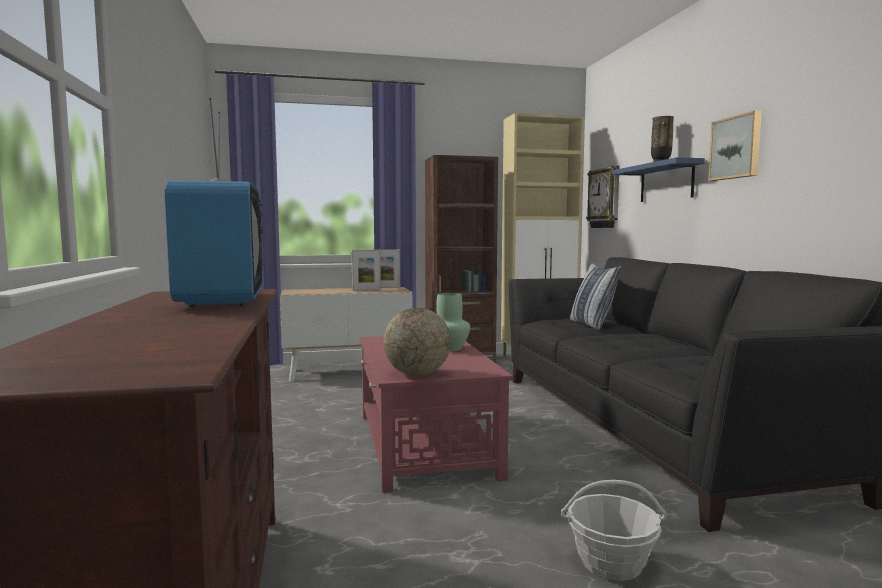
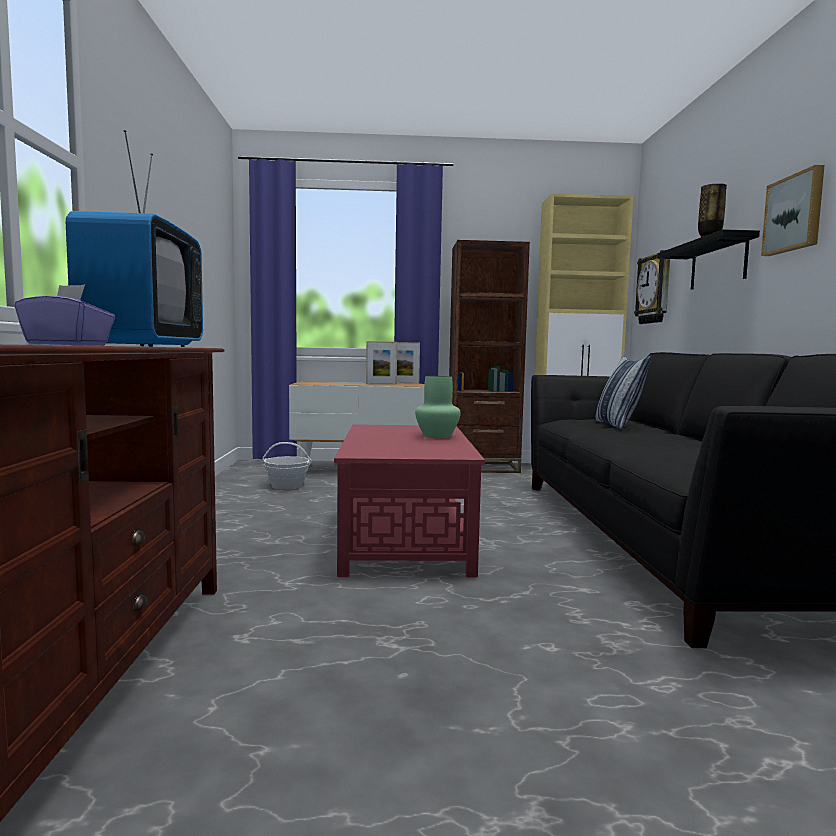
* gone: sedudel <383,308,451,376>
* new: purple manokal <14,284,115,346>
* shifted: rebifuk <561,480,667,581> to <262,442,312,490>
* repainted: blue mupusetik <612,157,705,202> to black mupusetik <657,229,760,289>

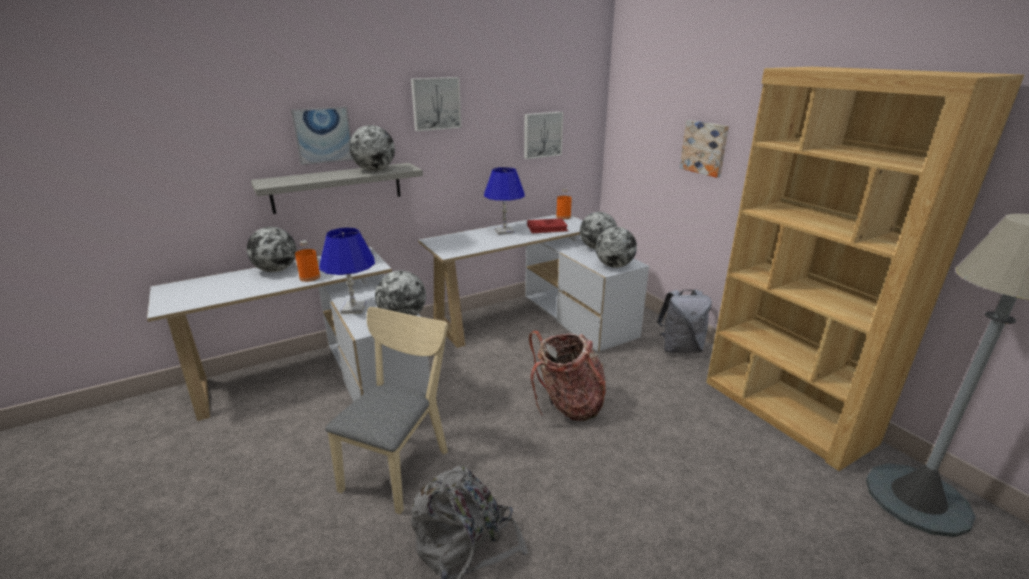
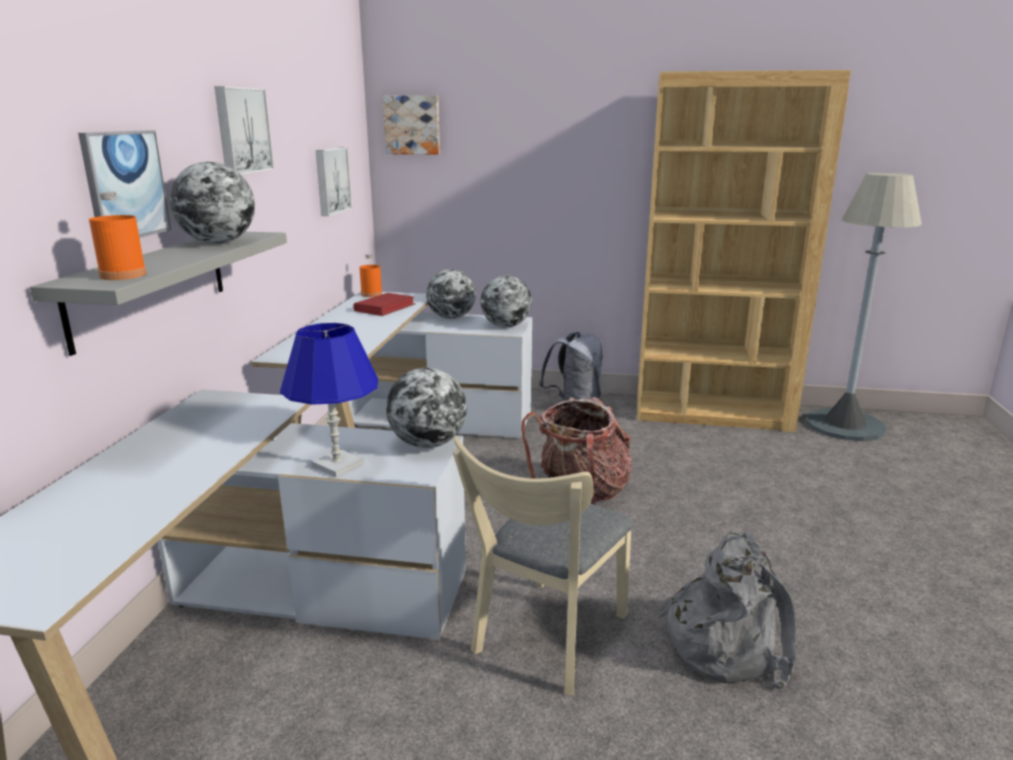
* gone: sedudel <247,227,296,272>
* gone: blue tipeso <484,167,525,235>
* shifted: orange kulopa <295,240,321,282> to <89,191,147,280>
* shifted: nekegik <680,120,729,178> to <383,95,440,155>
* rotated: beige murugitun <325,307,448,514> = <453,436,634,695> 120 degrees counterclockwise

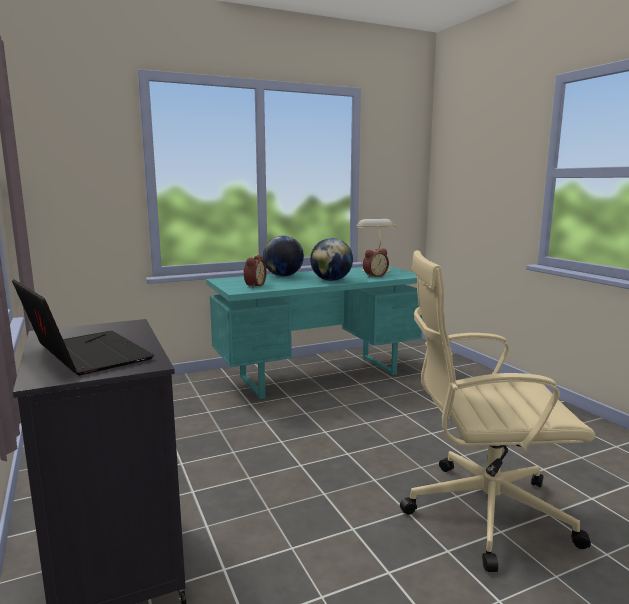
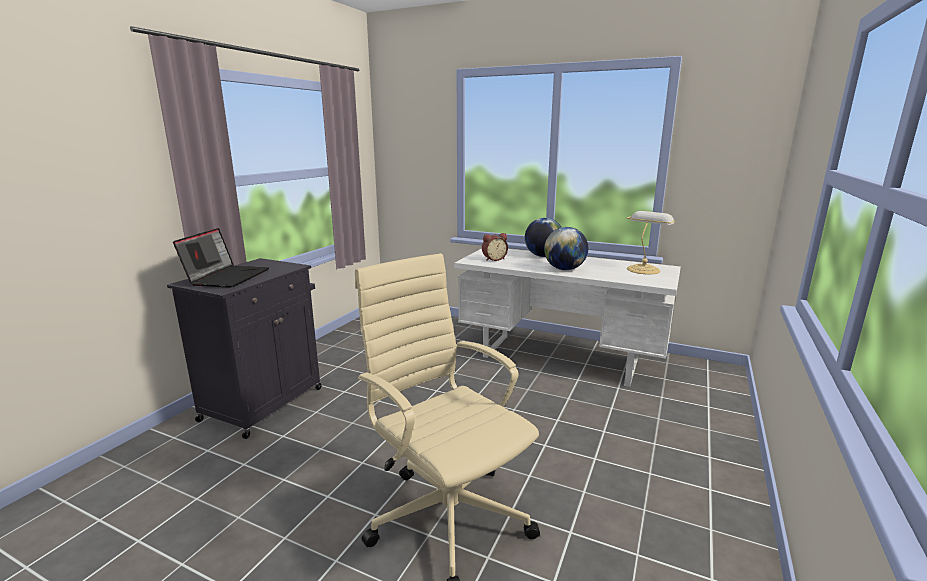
* gone: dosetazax <363,249,389,277>
* repainted: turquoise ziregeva <206,266,423,399> to white ziregeva <454,248,681,387>

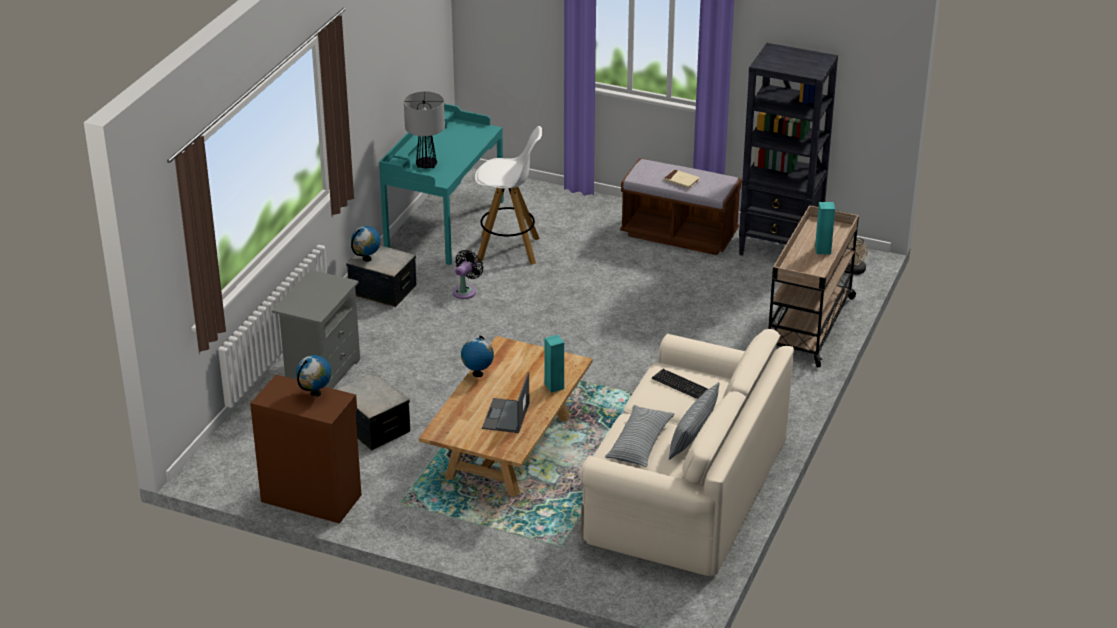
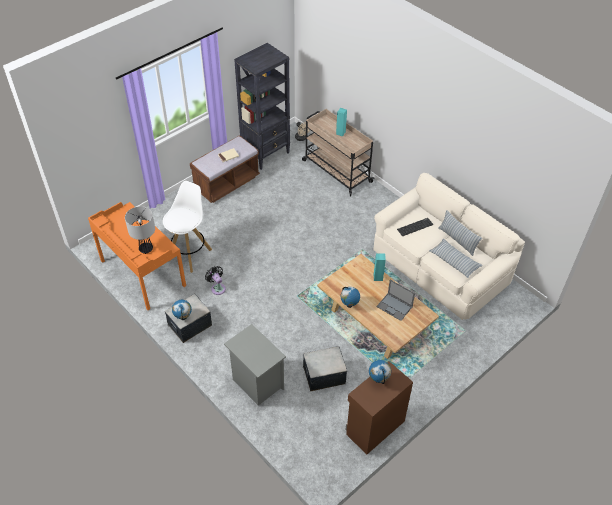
* repainted: turquoise ziregeva <379,103,504,265> to orange ziregeva <88,202,186,310>

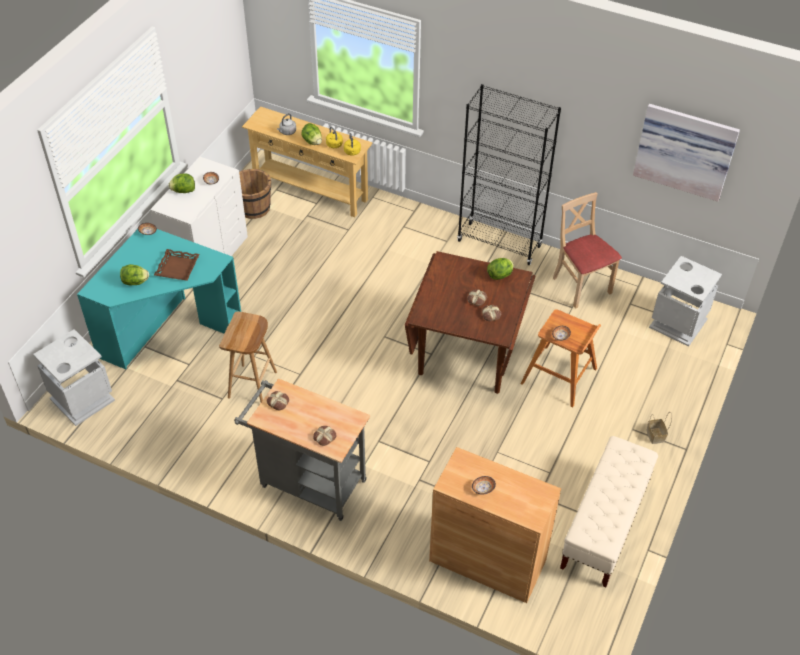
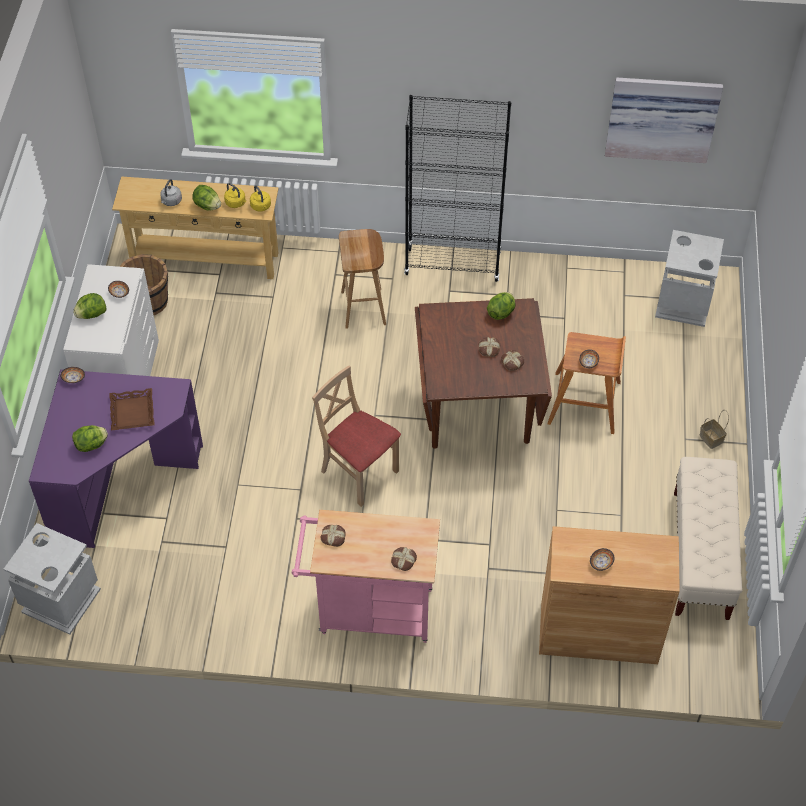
* shifted: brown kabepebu <219,311,277,402> to <339,229,386,329>
* shifted: beige murugitun <553,192,622,309> to <312,365,401,507>
* repainted: turquoise ziregeva <77,229,241,369> to purple ziregeva <29,369,203,548>
* repainted: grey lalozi <234,379,370,521> to pink lalozi <292,510,440,643>

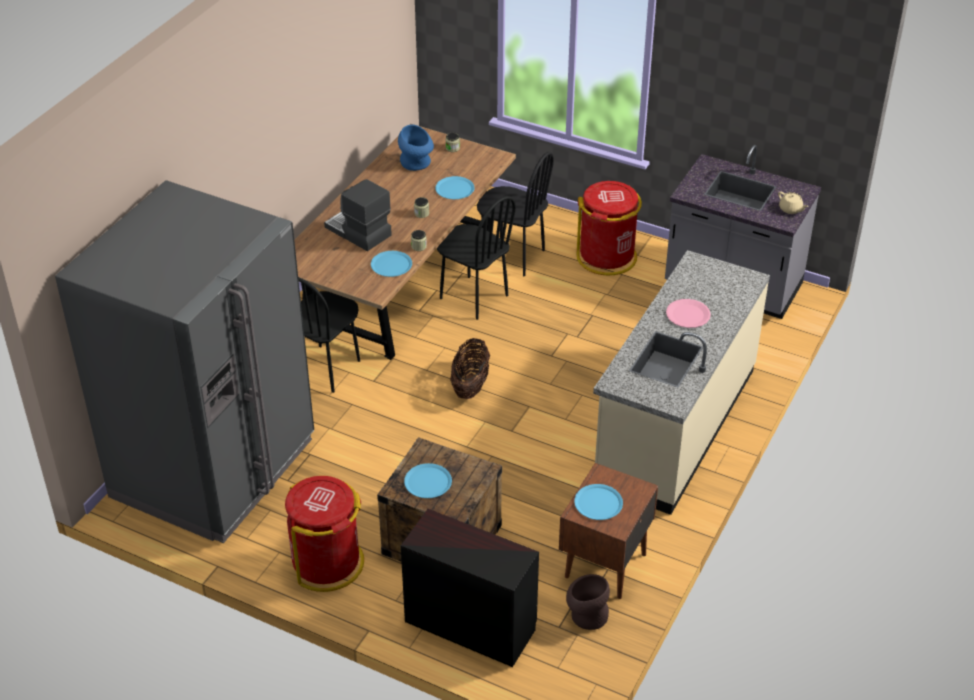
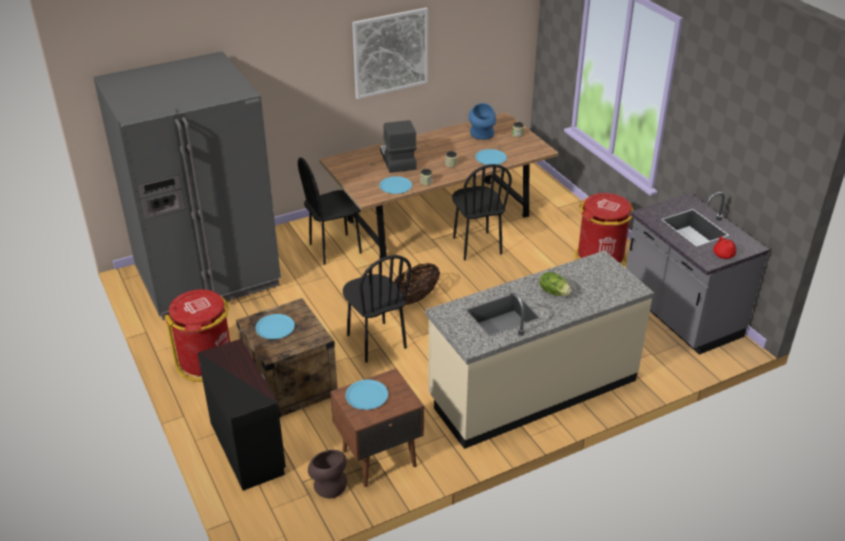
* new: nekegik <352,8,428,99>
* shifted: black murugitun <477,152,554,276> to <343,255,412,363>
* swapped: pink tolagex <666,299,711,328> to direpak <539,272,572,296>
* repainted: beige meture <778,191,808,214> to red meture <713,236,736,259>

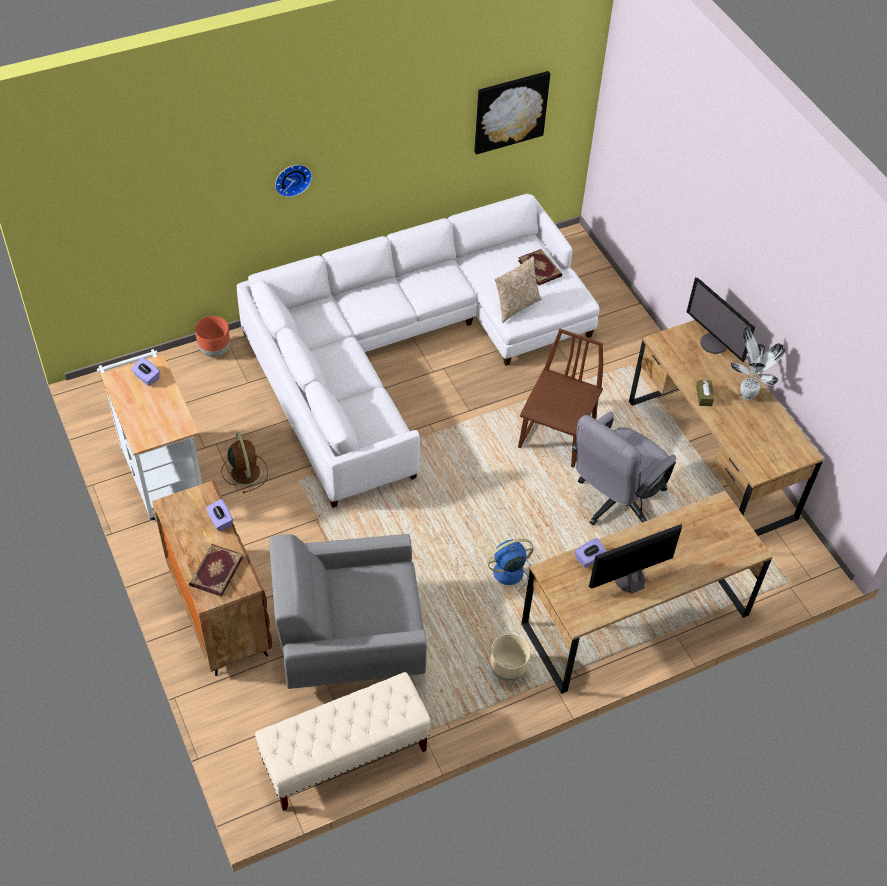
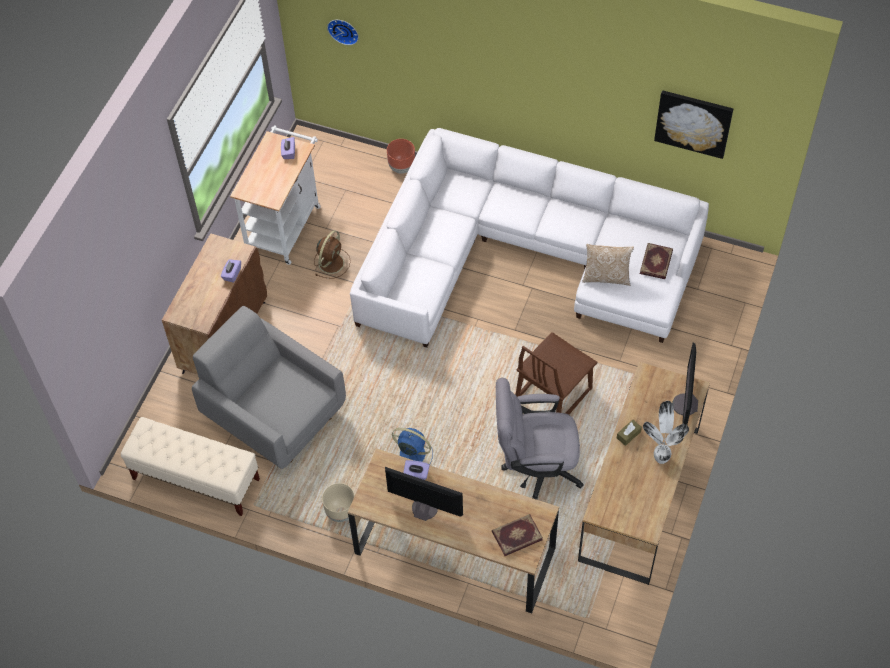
* shifted: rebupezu <189,544,243,597> to <492,514,543,556>
* shifted: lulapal <275,165,312,197> to <327,20,359,45>
* rotated: brown murugitun <518,329,603,468> = <516,332,597,415> 150 degrees clockwise

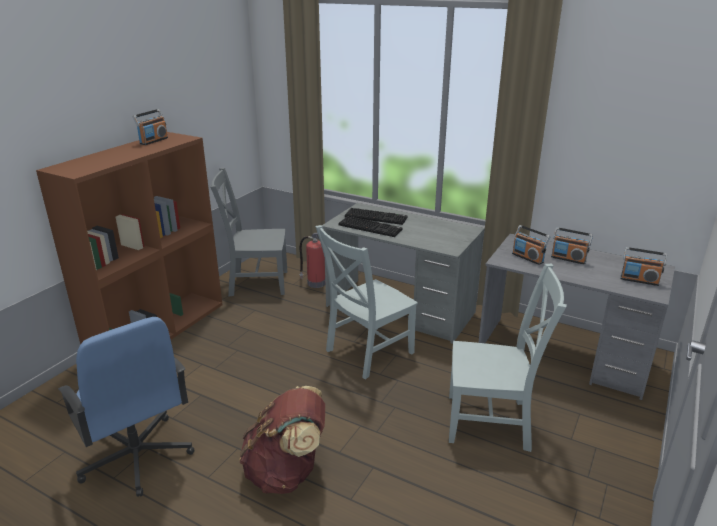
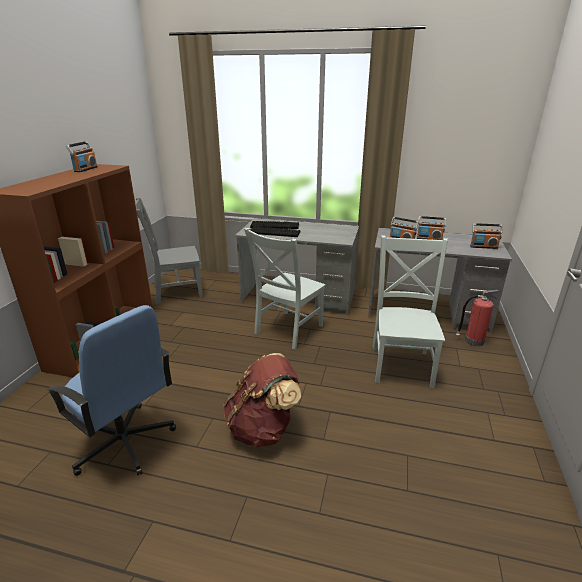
* shifted: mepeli <299,233,325,288> to <456,290,499,346>
* rotated: grey murugitun <449,263,567,452> = <372,235,448,388> 75 degrees counterclockwise

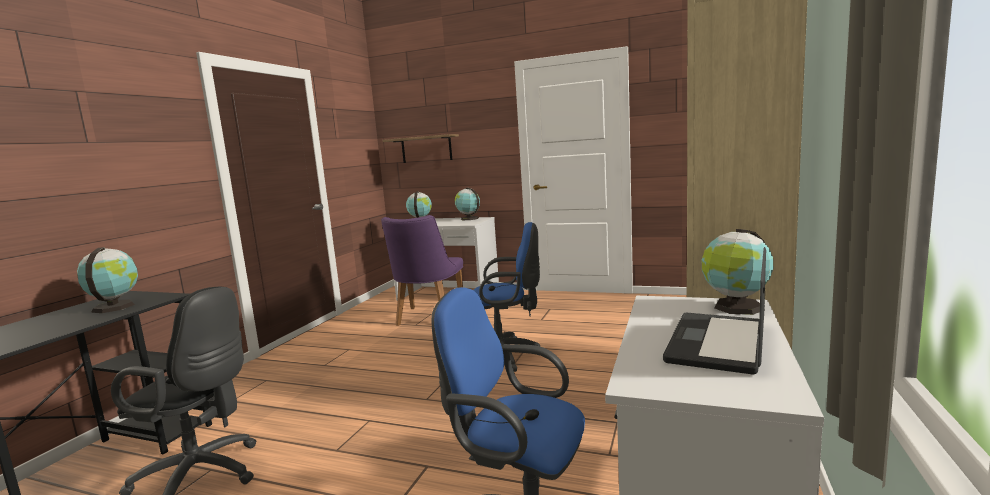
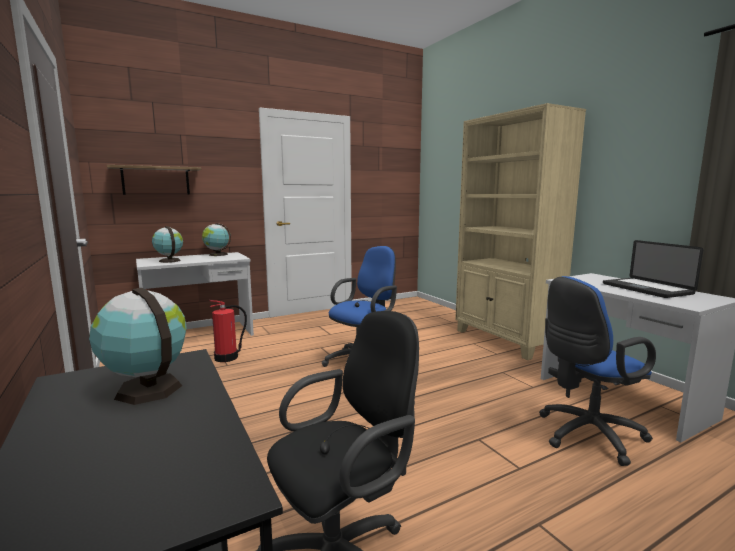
* gone: sedudel <701,229,773,315>
* swapped: purple murugitun <381,215,463,326> to mepeli <209,300,247,362>

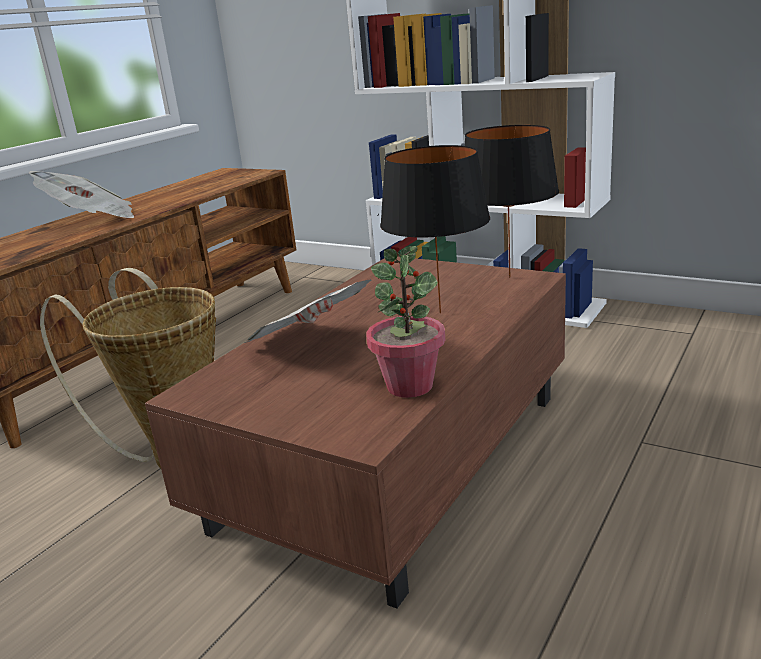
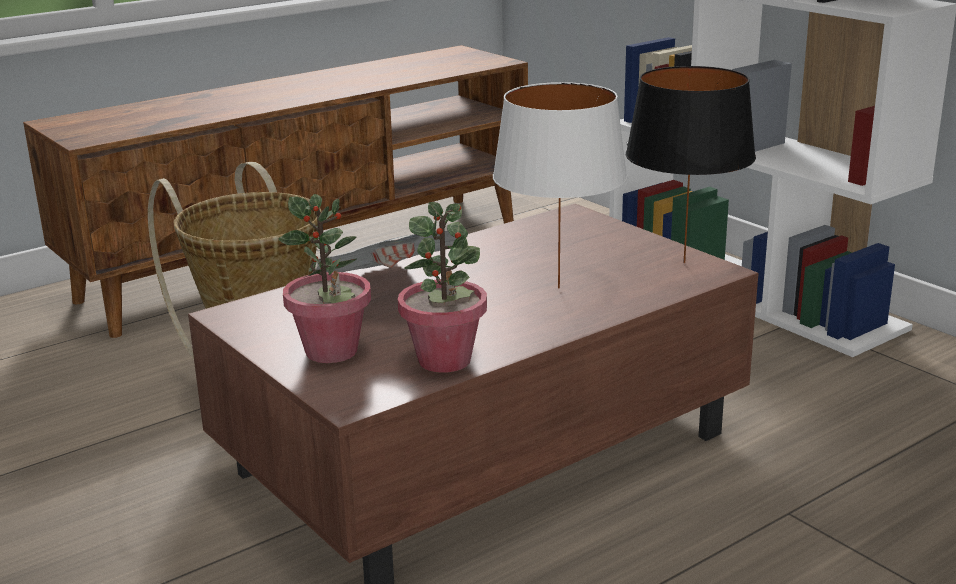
* gone: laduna <29,171,134,218>
* new: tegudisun <279,194,371,363>
* repainted: black tipeso <380,145,490,313> to white tipeso <493,82,628,289>

